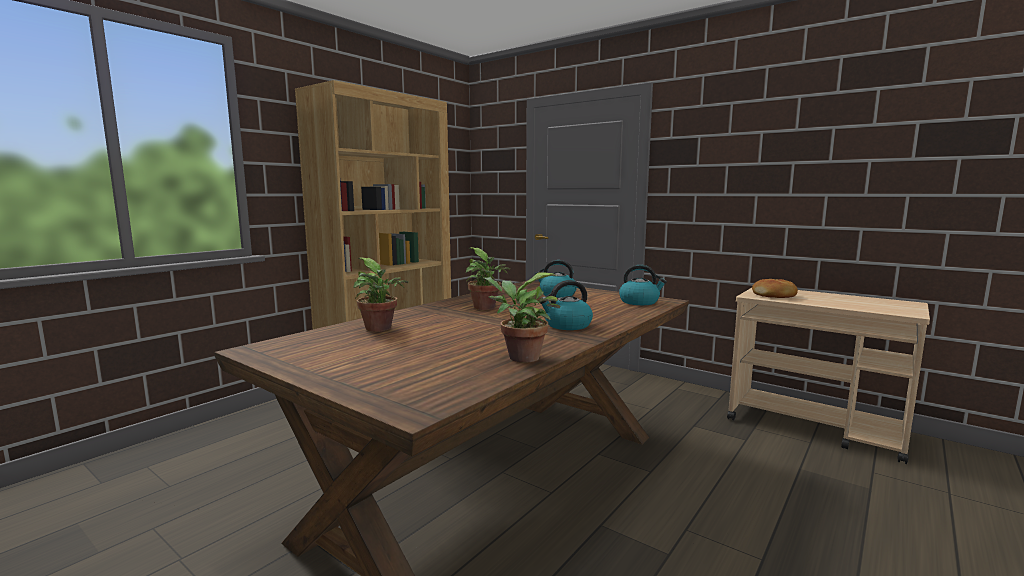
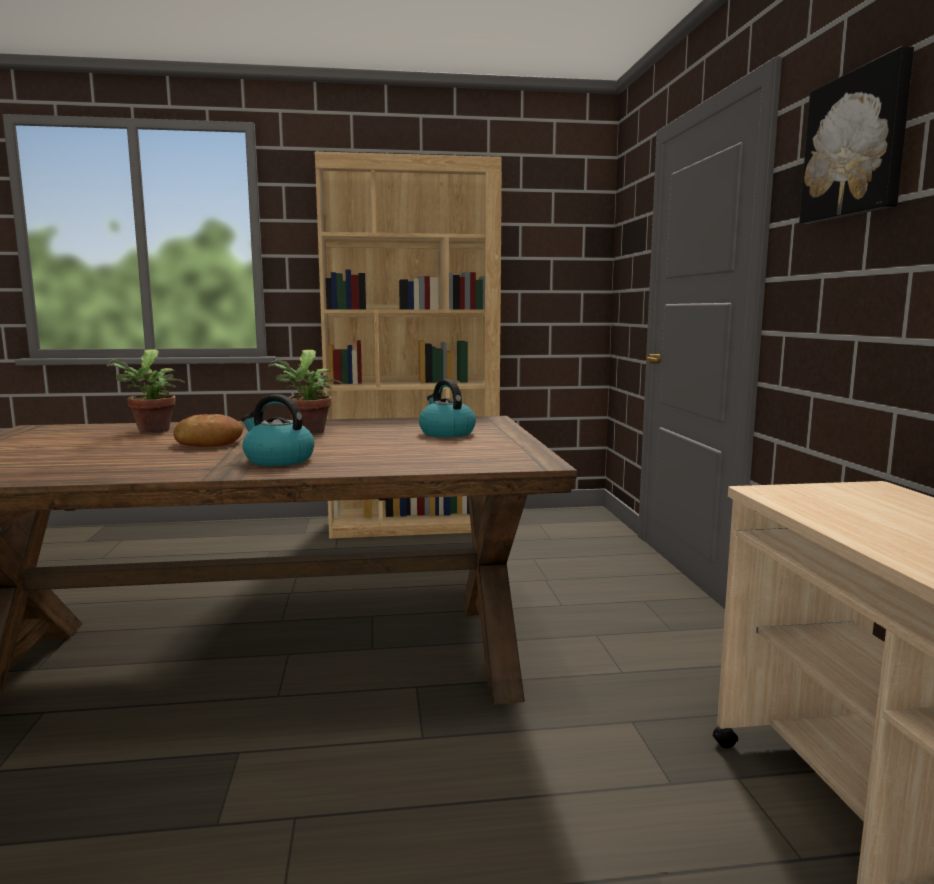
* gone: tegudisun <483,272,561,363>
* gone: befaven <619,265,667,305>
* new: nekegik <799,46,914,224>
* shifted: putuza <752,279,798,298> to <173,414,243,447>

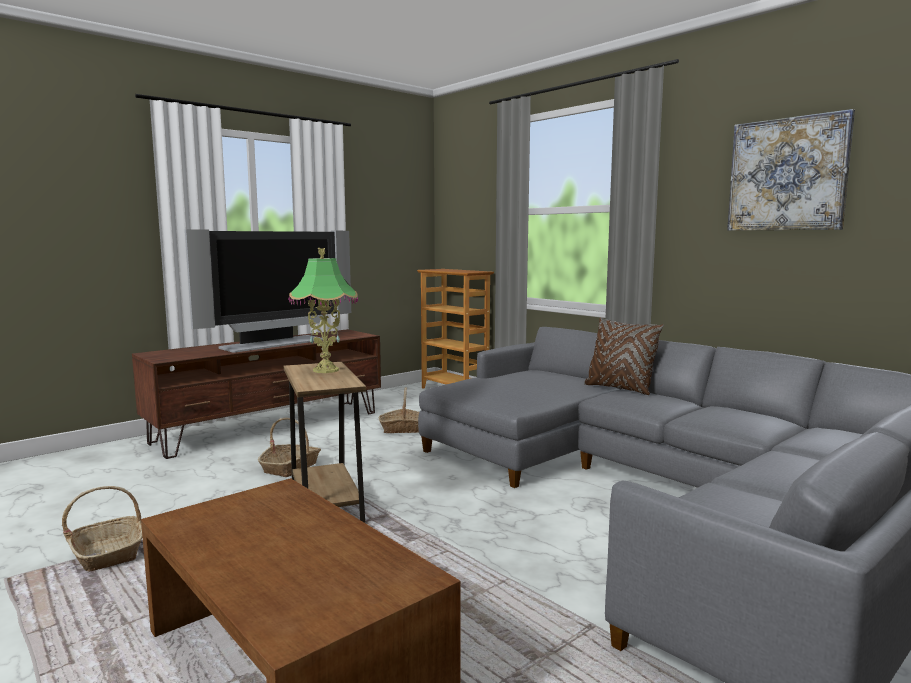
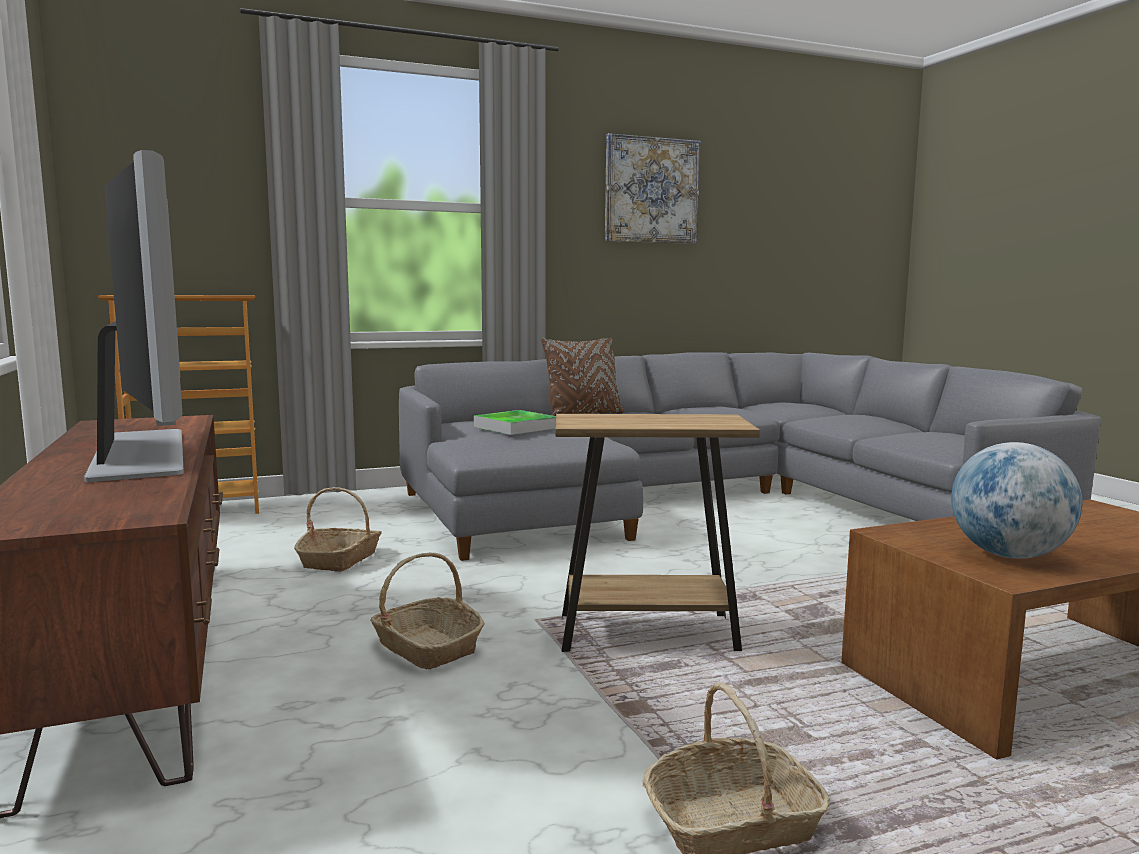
* gone: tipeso <288,248,358,373>
* new: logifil <474,410,556,435>
* new: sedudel <951,442,1082,559>

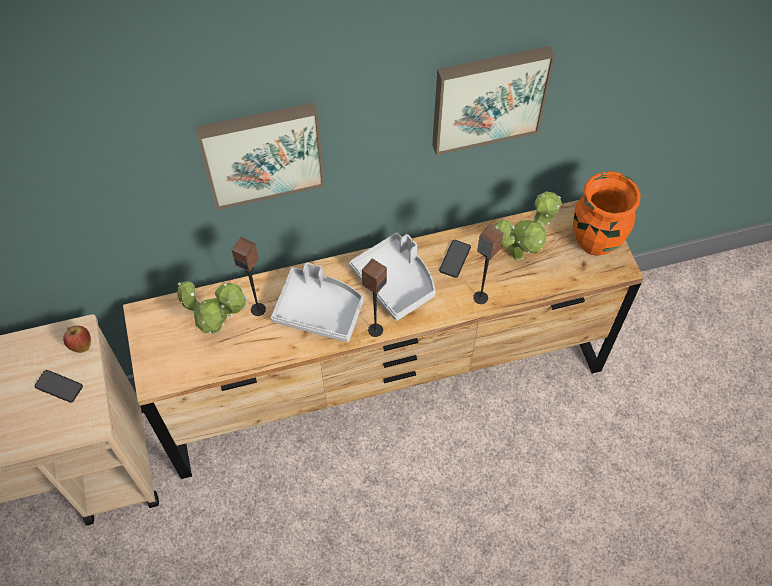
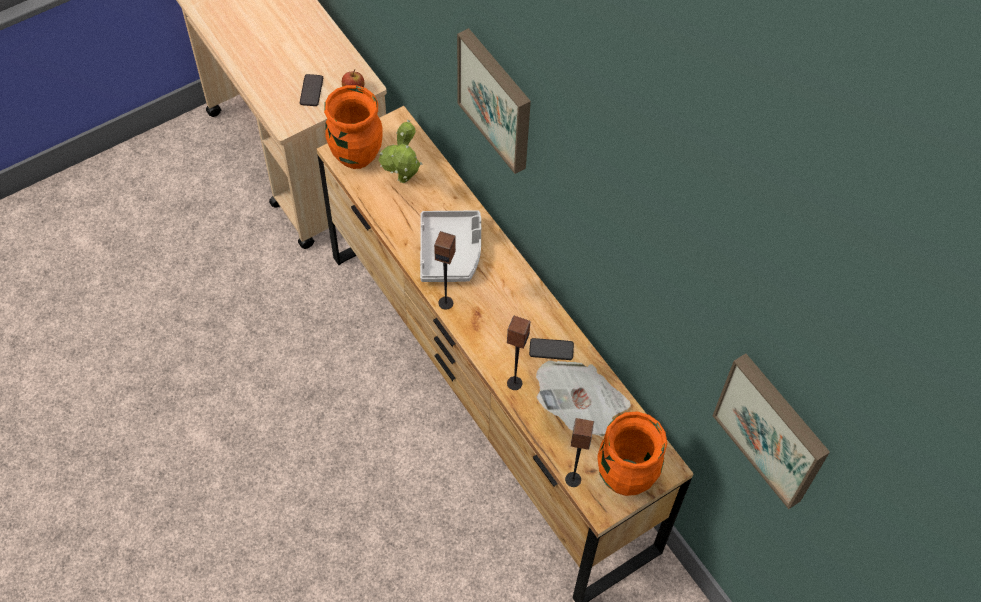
* gone: grey logifil <349,233,436,321>
* new: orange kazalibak <324,85,382,169>
* shifted: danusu <232,237,266,316> to <565,418,594,487>
* shifted: nekegik <432,46,555,156> to <713,354,830,509>
* swapped: tegudisun <494,192,562,260> to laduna <536,361,631,436>

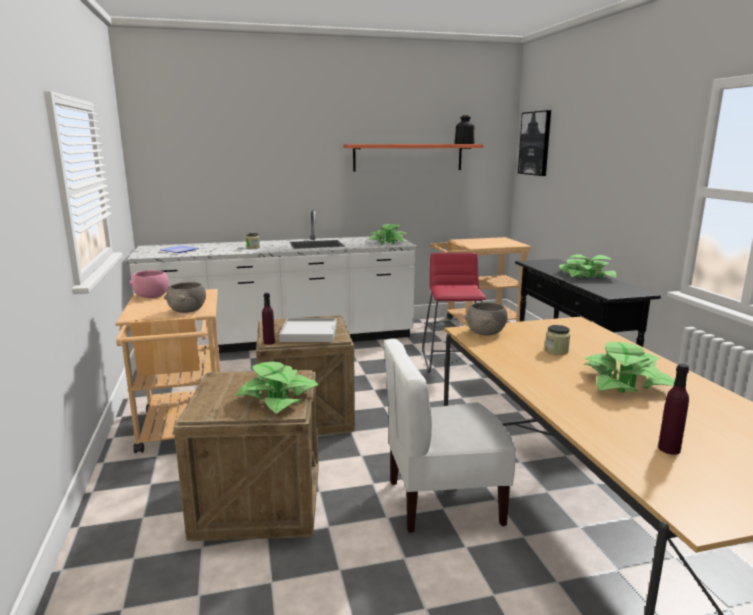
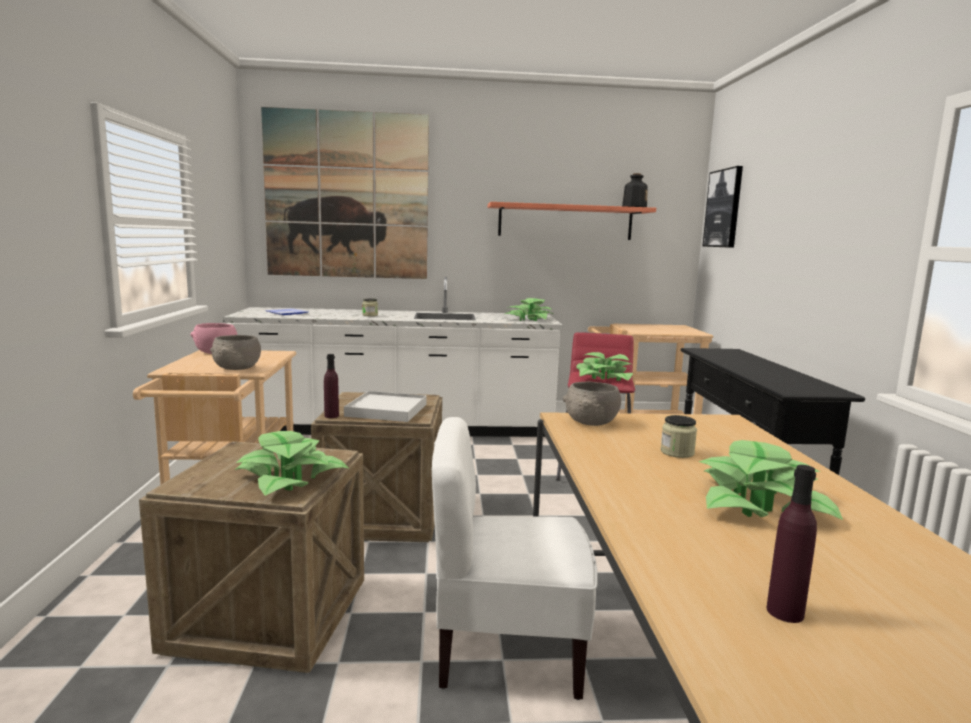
* new: nekegik <261,107,429,279>
* shifted: tegudisun <559,254,617,278> to <576,352,633,381>

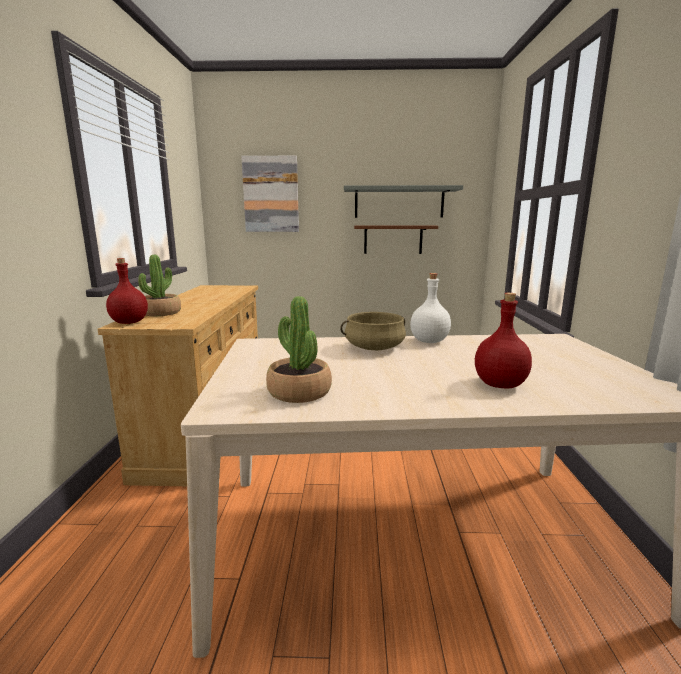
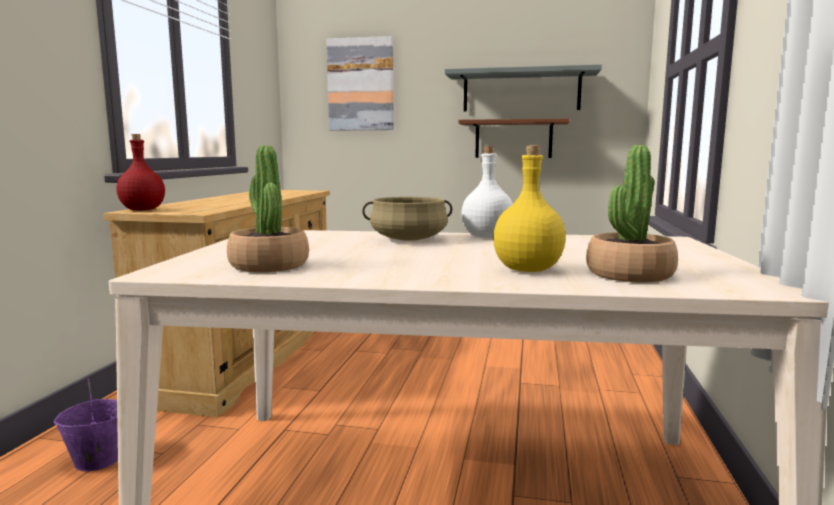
* new: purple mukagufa <54,378,118,471>
* shifted: tegudisun <138,255,181,316> to <586,145,678,282>
* repainted: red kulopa <475,293,532,389> to yellow kulopa <493,145,566,272>

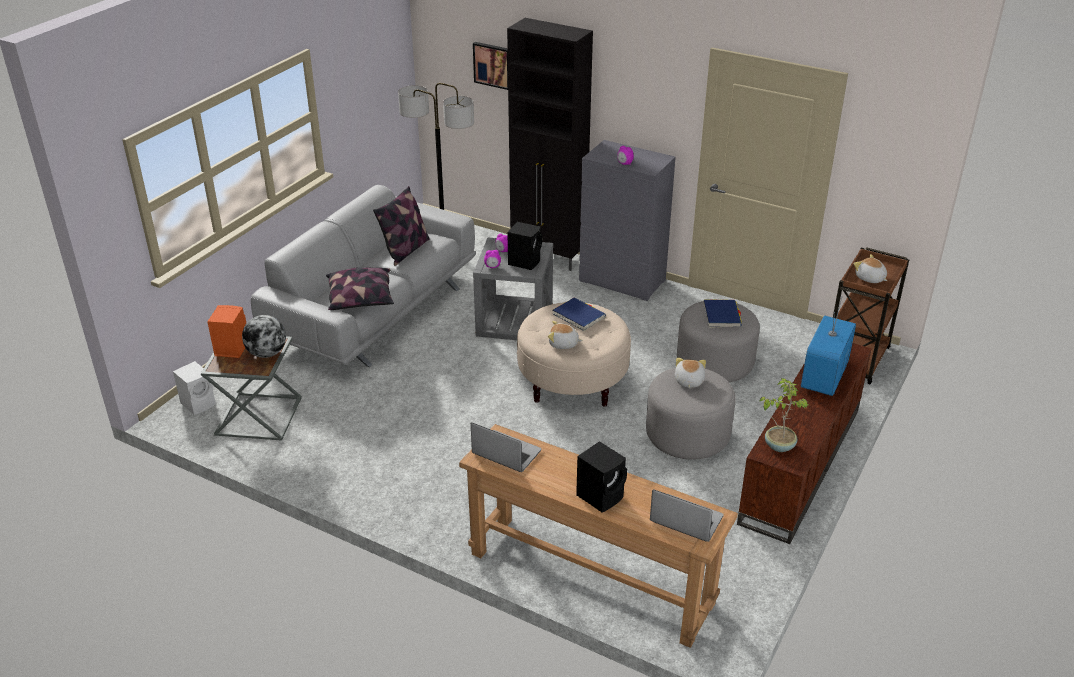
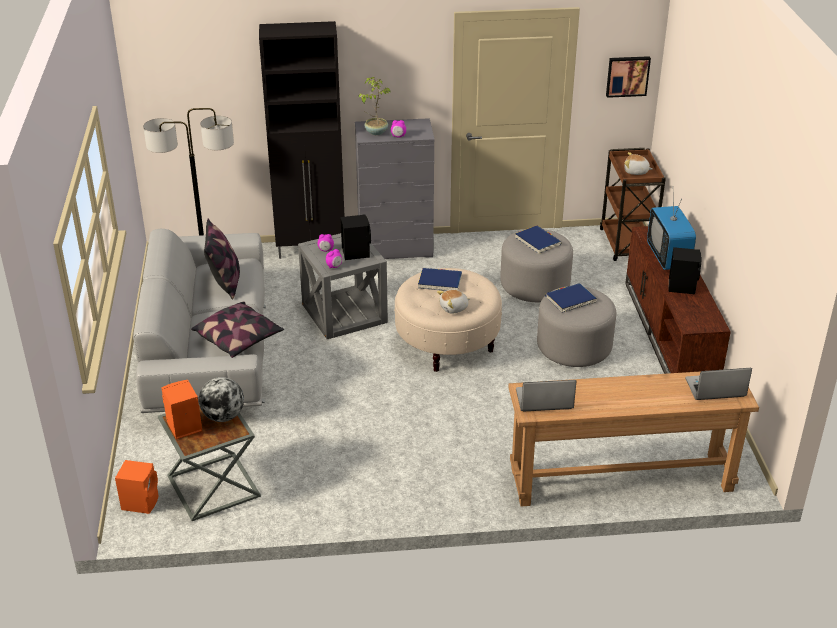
* shifted: nekegik <473,42,508,90> to <606,56,651,98>
* shifted: black danusu <576,441,627,512> to <668,247,701,295>
* shifted: tegudisun <760,378,809,452> to <359,77,390,135>
* swapped: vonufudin <675,357,706,388> to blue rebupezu <545,283,597,313>
* repainted: white danusu <173,361,216,415> to orange danusu <115,460,159,514>

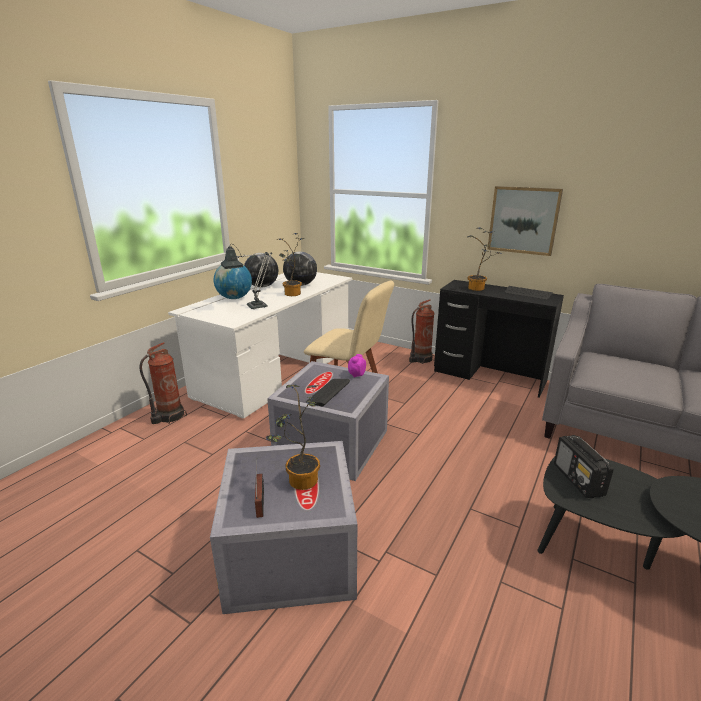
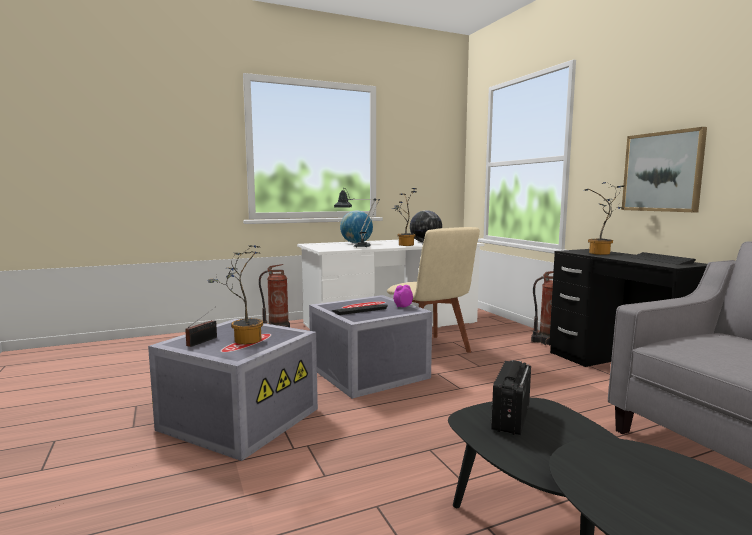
* gone: sedudel <244,253,278,287>

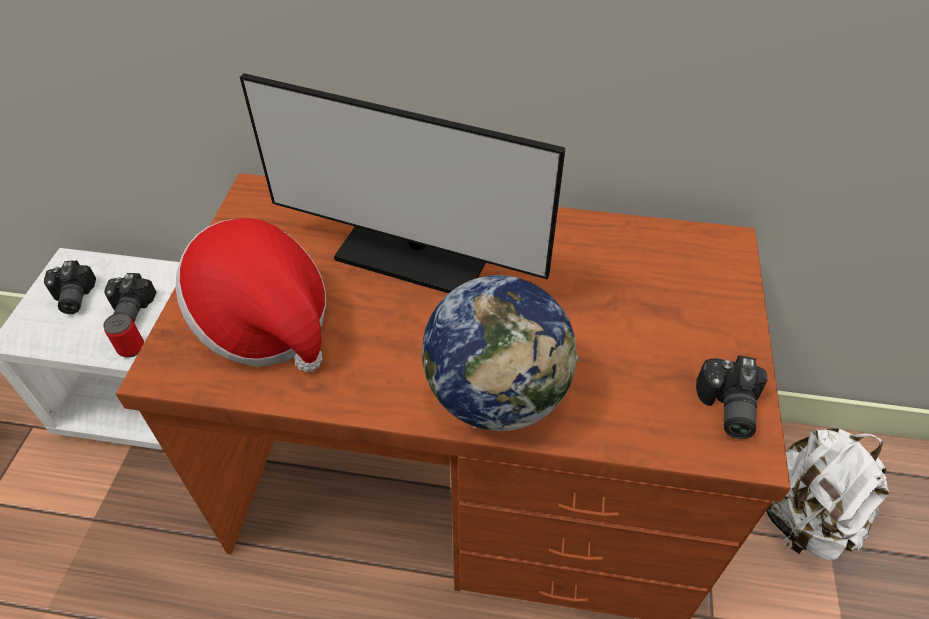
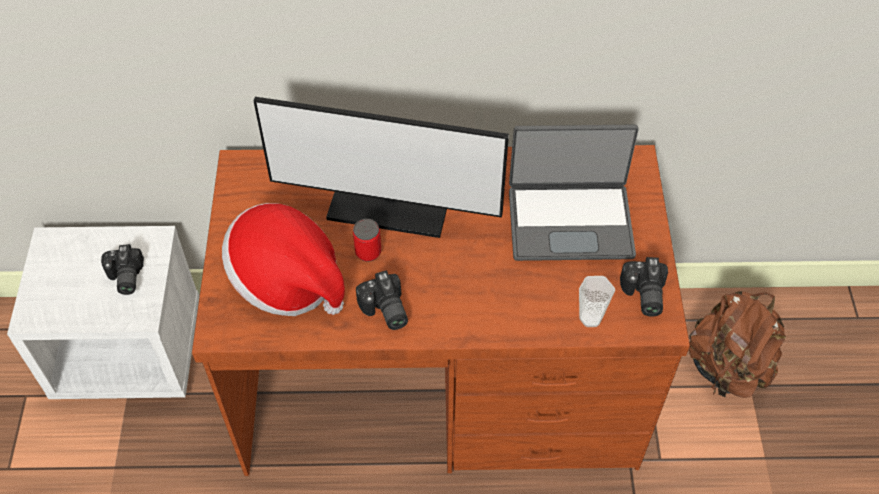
* gone: sedudel <422,275,579,431>
* new: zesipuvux <509,125,639,261>
* new: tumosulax <579,276,615,327>
* shifted: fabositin <44,260,96,314> to <356,270,408,330>
* shifted: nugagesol <103,313,144,358> to <353,219,381,262>
* repainted: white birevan <766,428,889,560> to brown birevan <689,291,786,398>

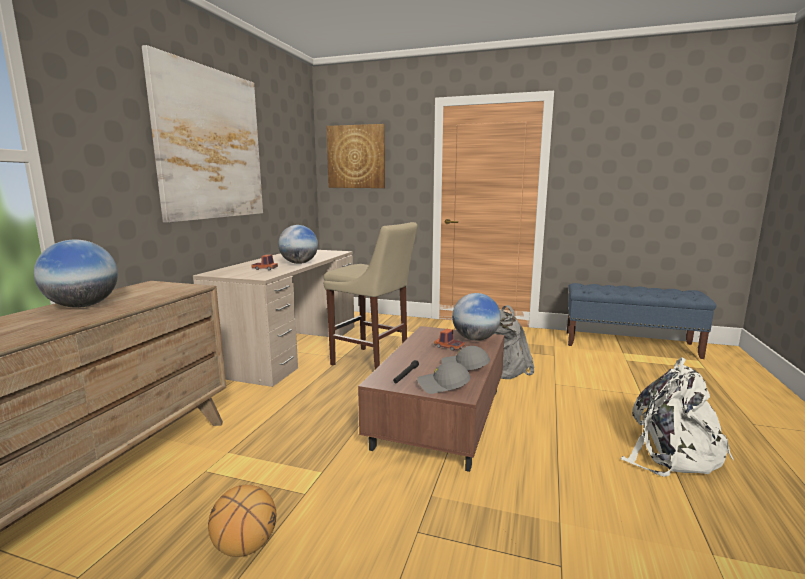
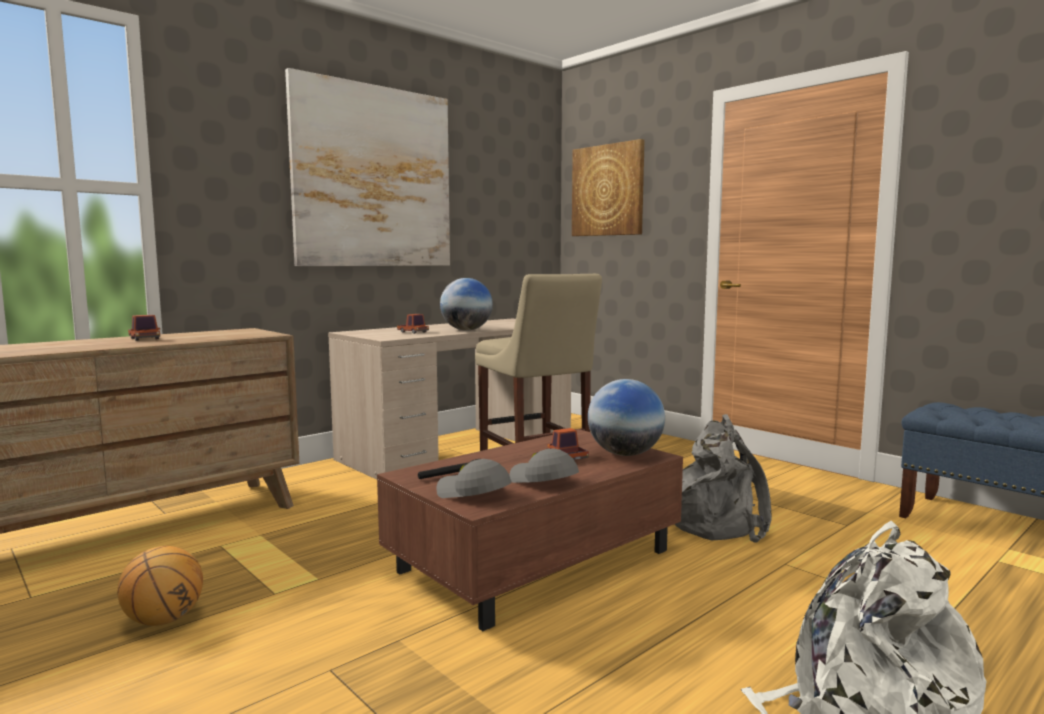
* swapped: sedudel <34,240,118,308> to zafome <128,315,160,341>

